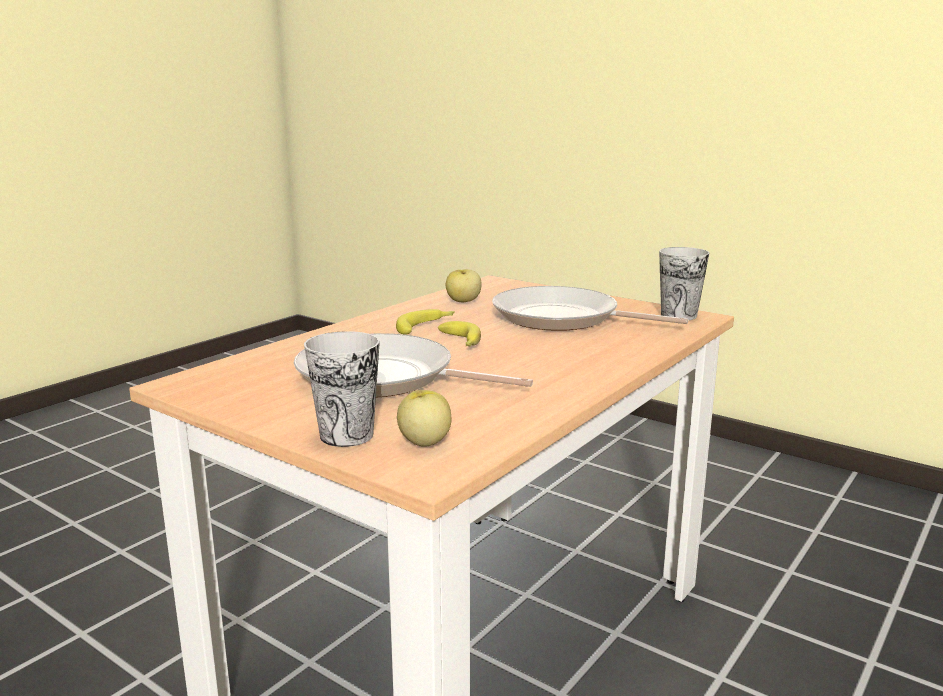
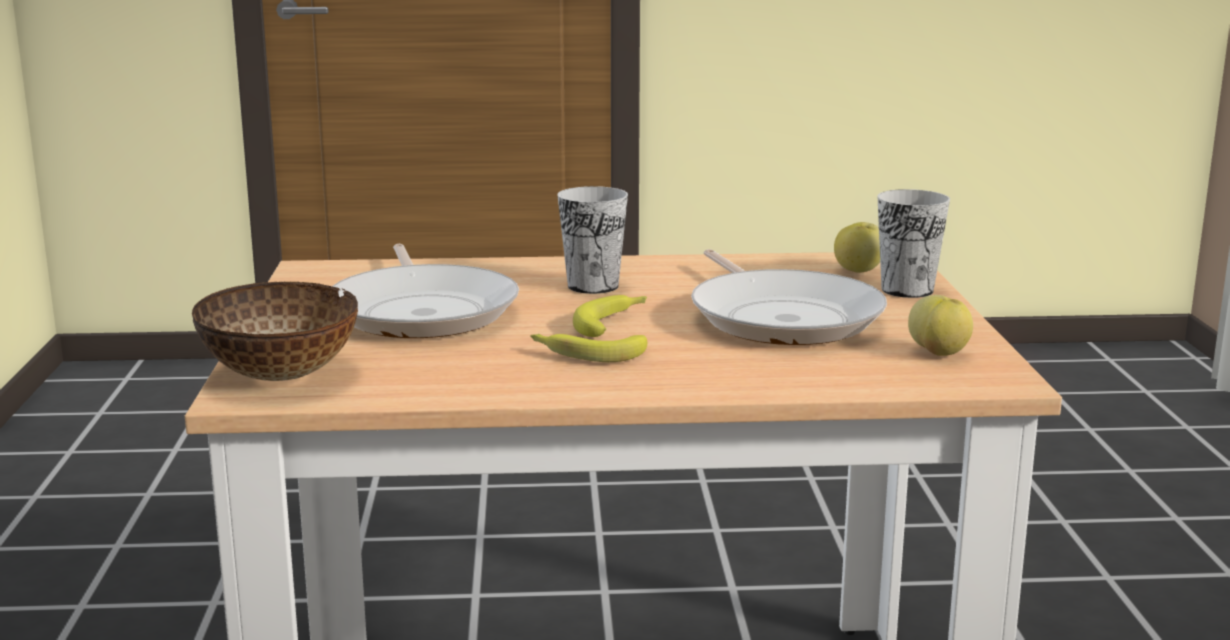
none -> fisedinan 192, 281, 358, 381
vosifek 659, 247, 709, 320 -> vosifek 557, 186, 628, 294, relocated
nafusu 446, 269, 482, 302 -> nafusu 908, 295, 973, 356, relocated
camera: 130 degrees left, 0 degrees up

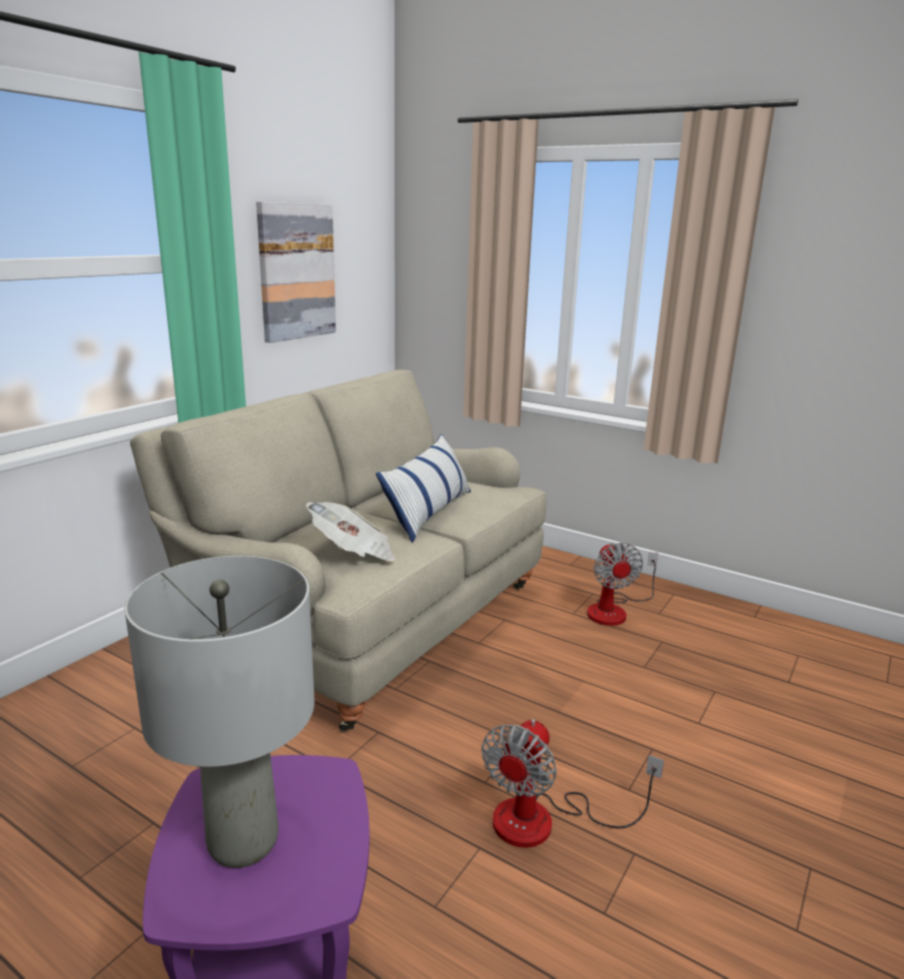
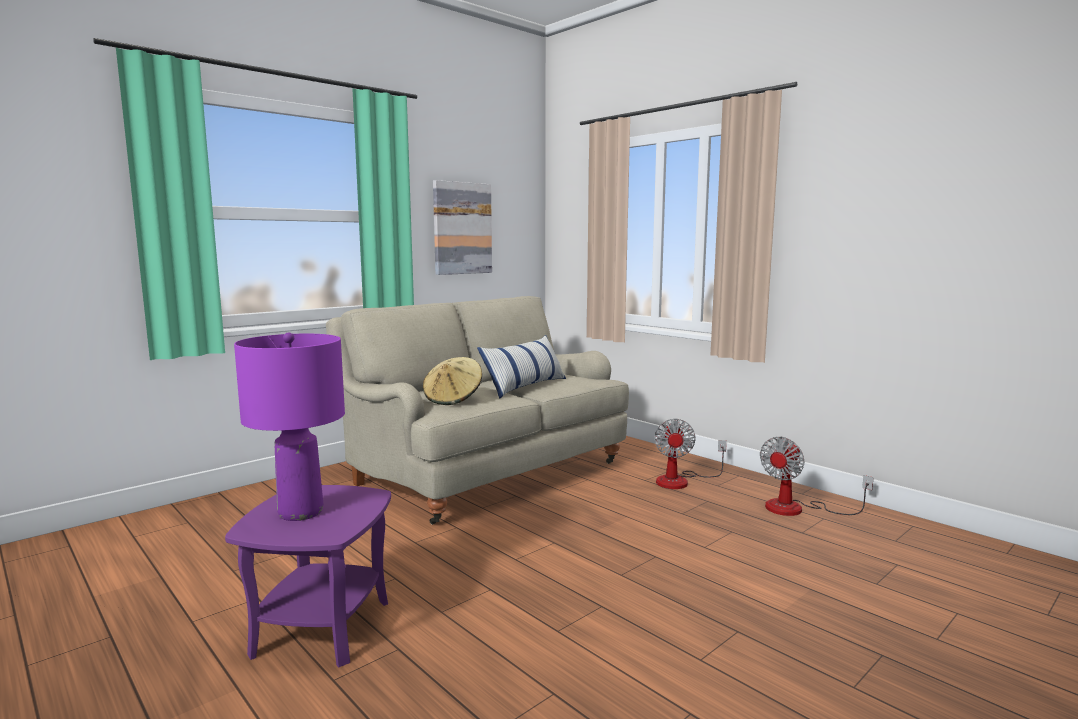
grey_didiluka 125, 556, 314, 868 -> purple_didiluka 234, 333, 345, 521
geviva 306, 502, 396, 562 -> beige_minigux 423, 357, 482, 405
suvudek 481, 719, 664, 848 -> suvudek 760, 437, 874, 516, relocated
camera: 15 degrees right, 10 degrees down

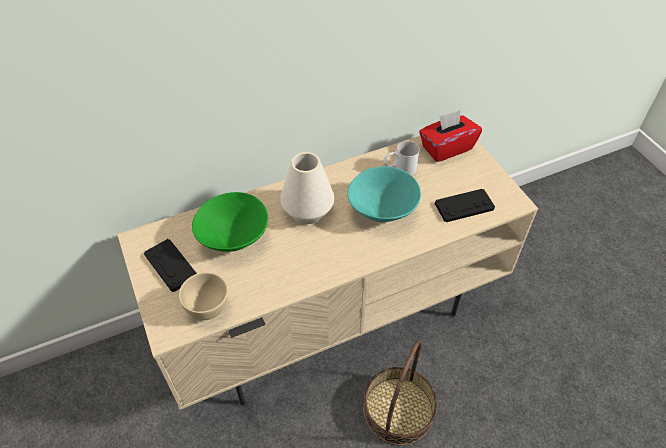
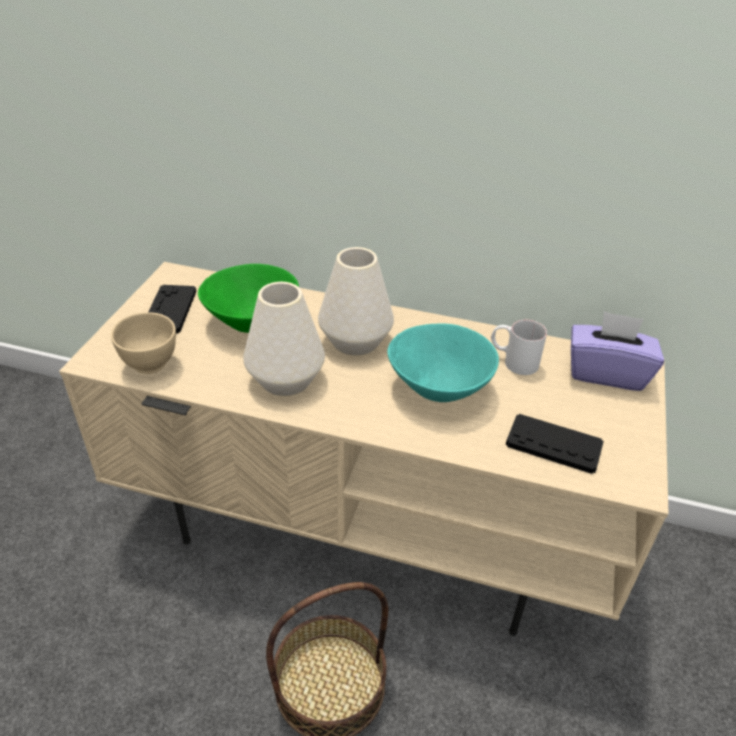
none -> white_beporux 243, 282, 325, 396
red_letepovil 419, 110, 482, 162 -> purple_letepovil 571, 311, 664, 391
camera: 40 degrees right, 10 degrees down

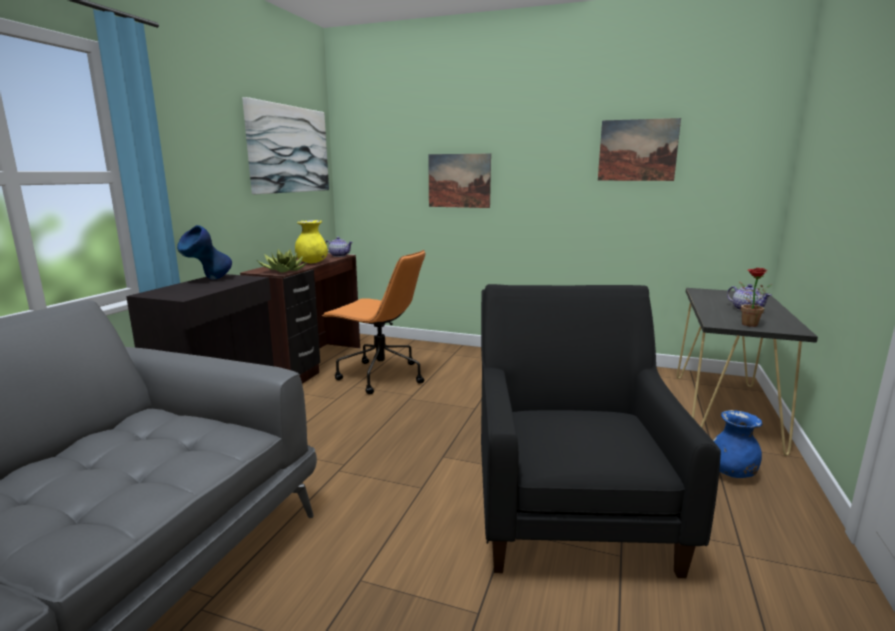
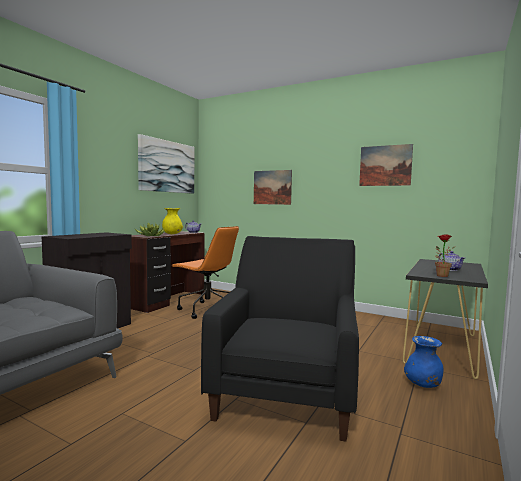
blue_beporux 177, 225, 232, 280 -> none
camera: 10 degrees right, 10 degrees down

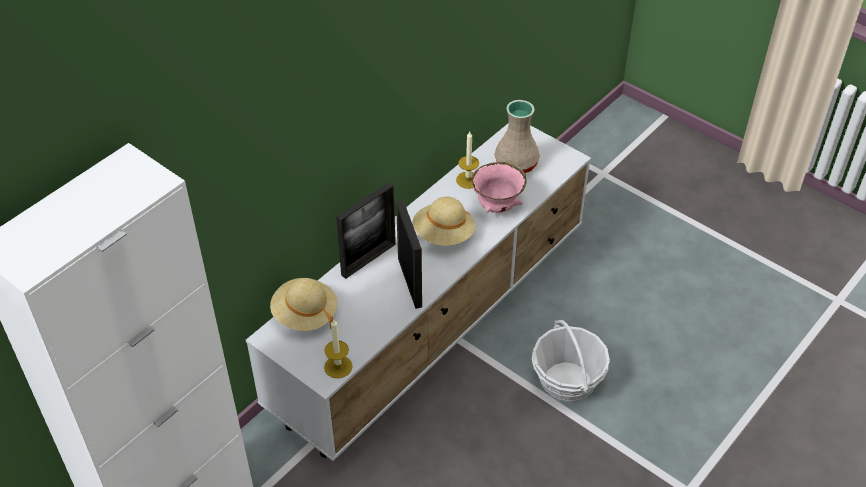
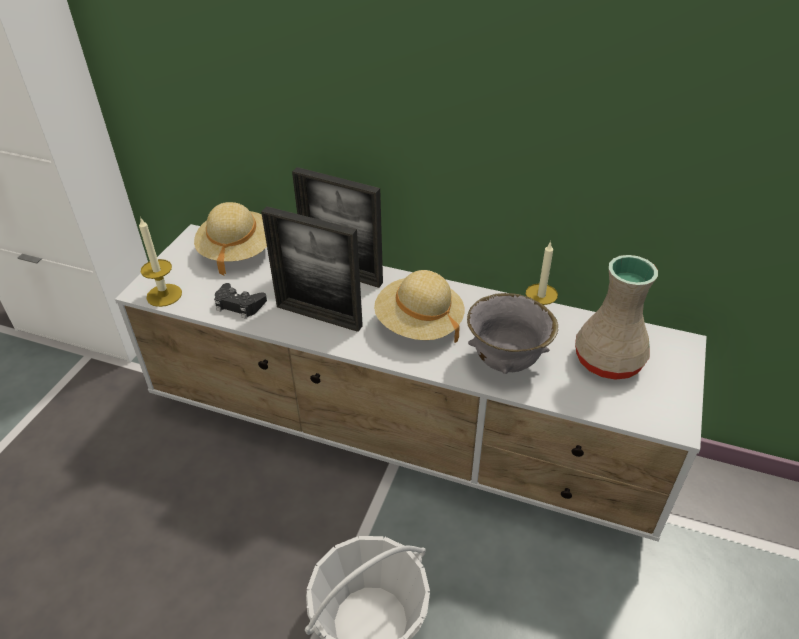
none -> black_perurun 214, 283, 267, 319
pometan 396, 199, 422, 309 -> pometan 261, 206, 363, 332, 60 degrees clockwise
pink_fisedinan 472, 162, 526, 213 -> grey_fisedinan 467, 293, 558, 374
camera: 70 degrees right, 5 degrees down

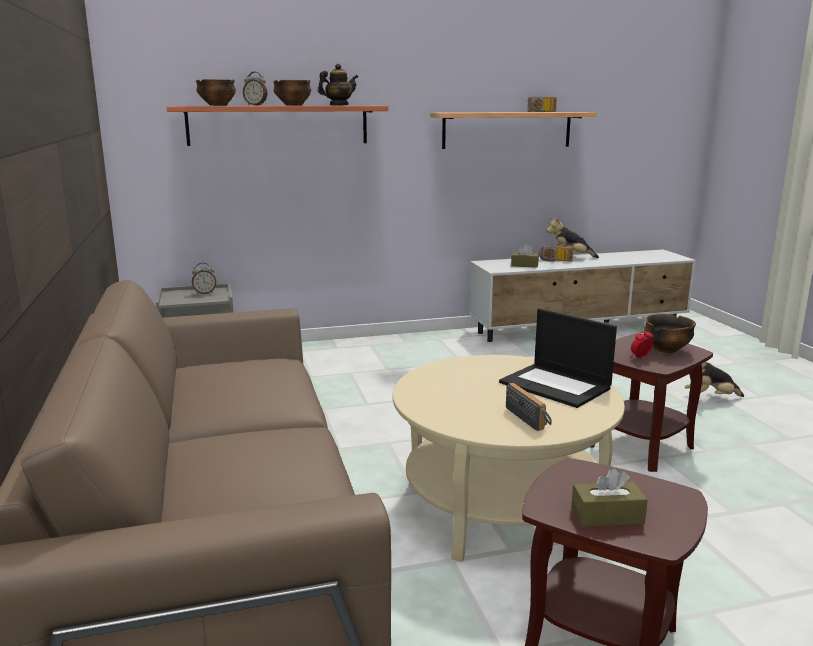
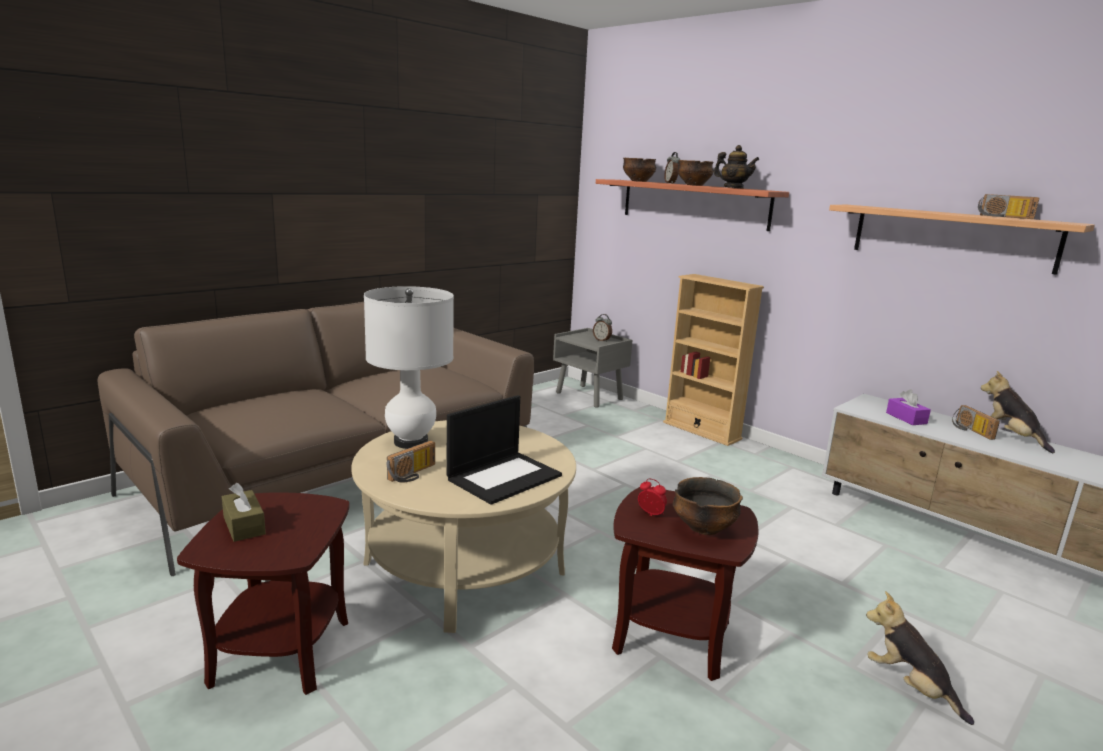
none -> white_didiluka 364, 286, 454, 449
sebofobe 499, 308, 617, 408 -> sebofobe 447, 395, 562, 505, 150 degrees counterclockwise
none -> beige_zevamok 663, 274, 764, 446
brown_letepovil 511, 244, 539, 268 -> purple_letepovil 886, 390, 931, 425
camera: 60 degrees right, 0 degrees up

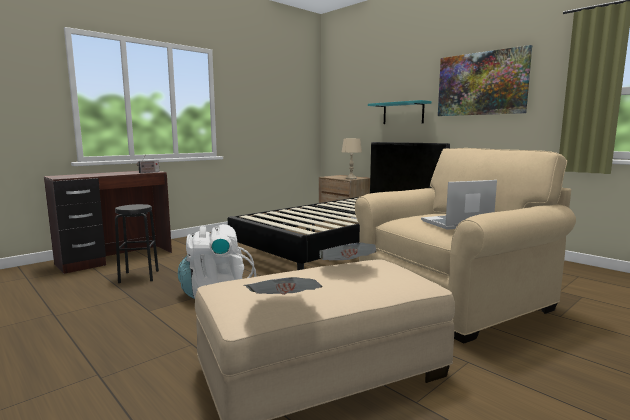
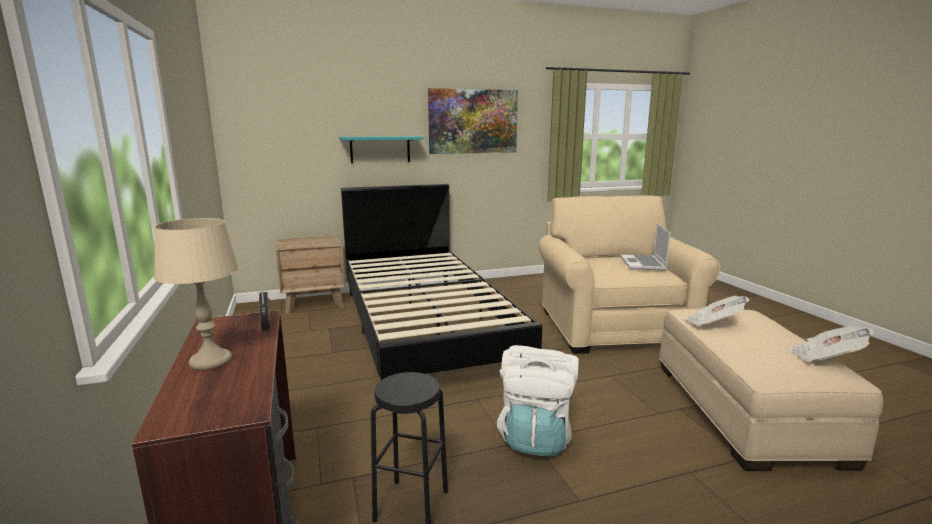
beige_didiluka 342, 138, 362, 179 -> beige_didiluka 154, 218, 239, 370, relocated
camera: 65 degrees left, 5 degrees up

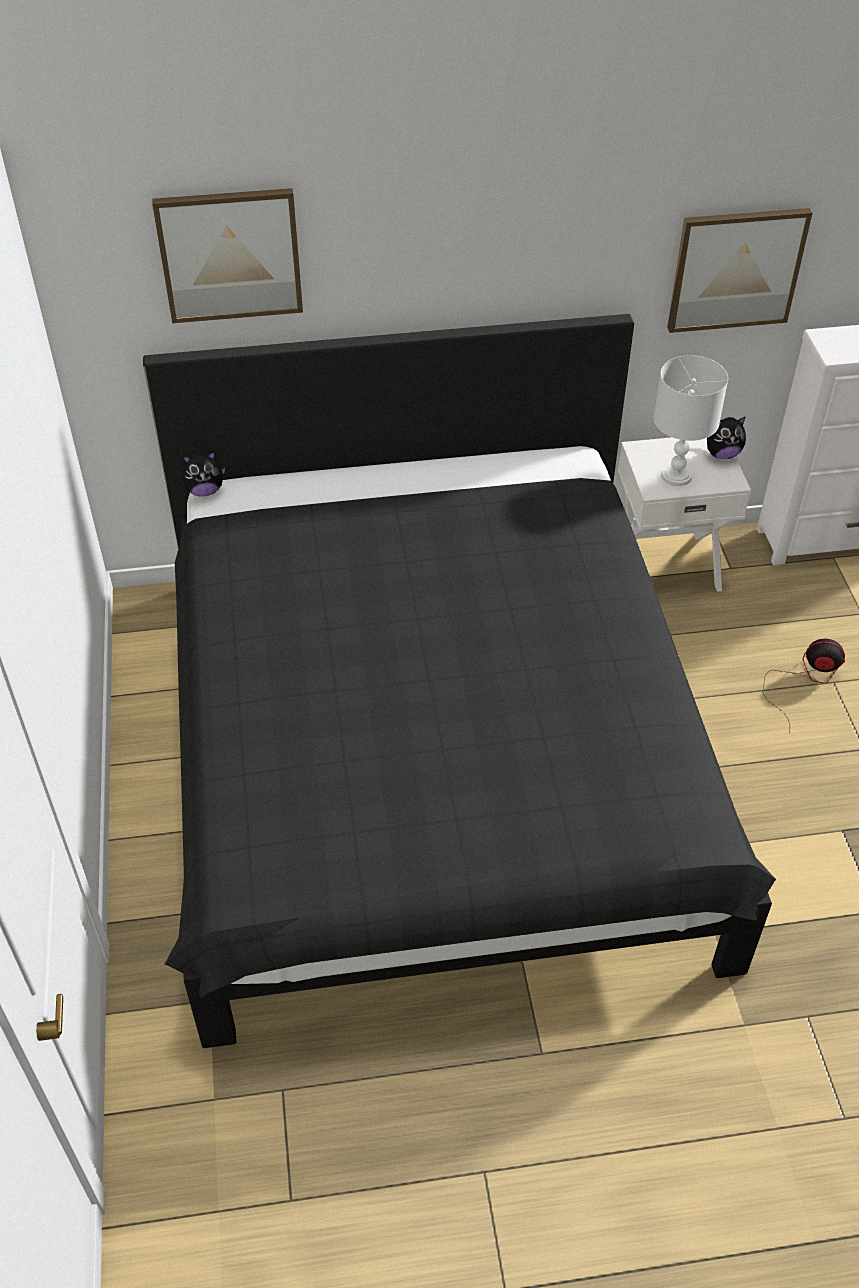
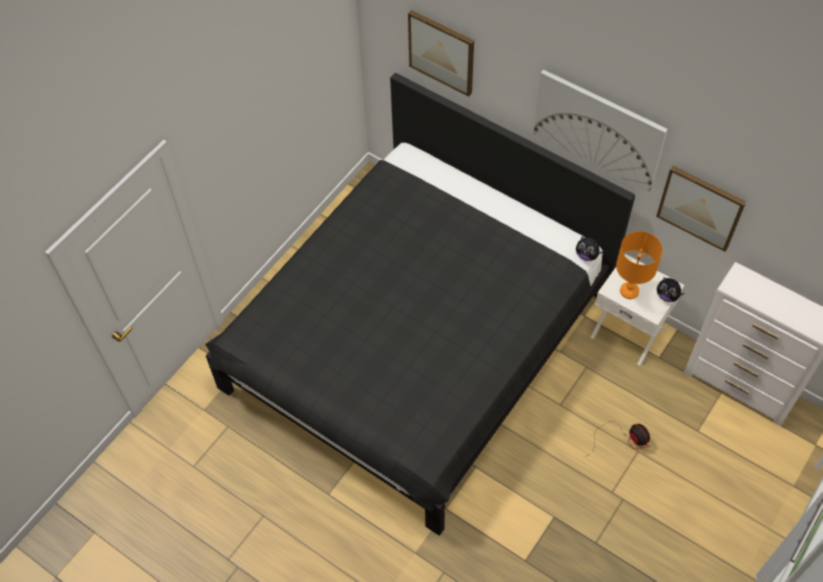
none -> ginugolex 534, 70, 668, 192
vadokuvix 182, 452, 225, 497 -> vadokuvix 576, 236, 603, 261, relocated
white_didiluka 653, 355, 728, 486 -> orange_didiluka 616, 231, 663, 299
camera: 45 degrees right, 10 degrees up

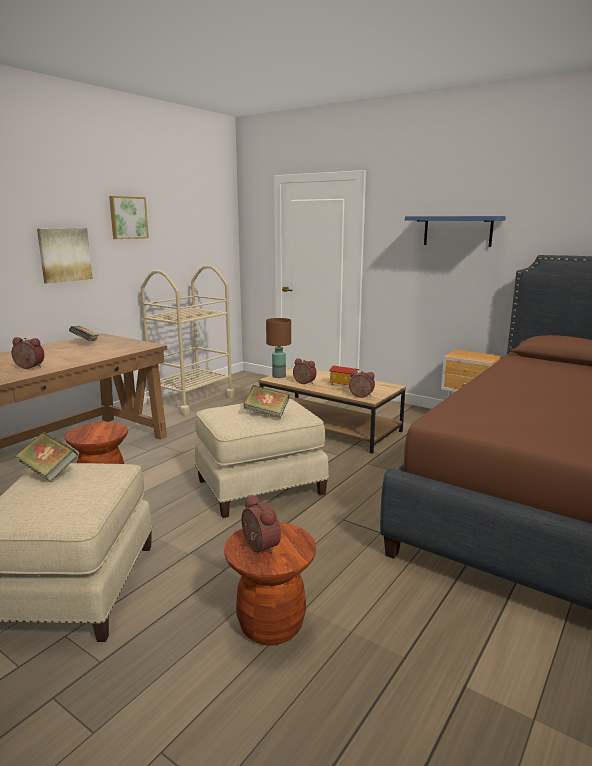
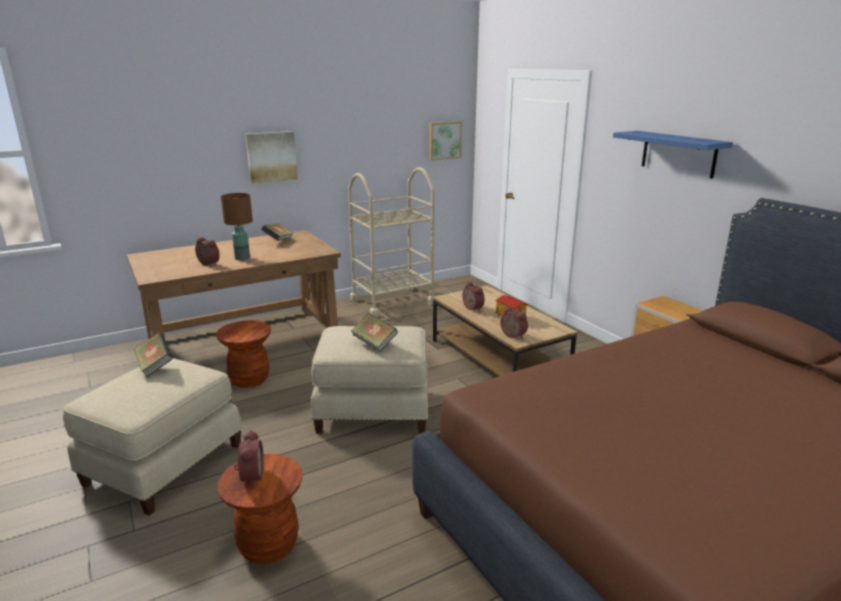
brown_didiluka 266, 318, 291, 378 -> brown_didiluka 221, 193, 253, 260, relocated
ginugolex 109, 196, 149, 239 -> ginugolex 429, 121, 462, 160, relocated
camera: 25 degrees right, 5 degrees up

